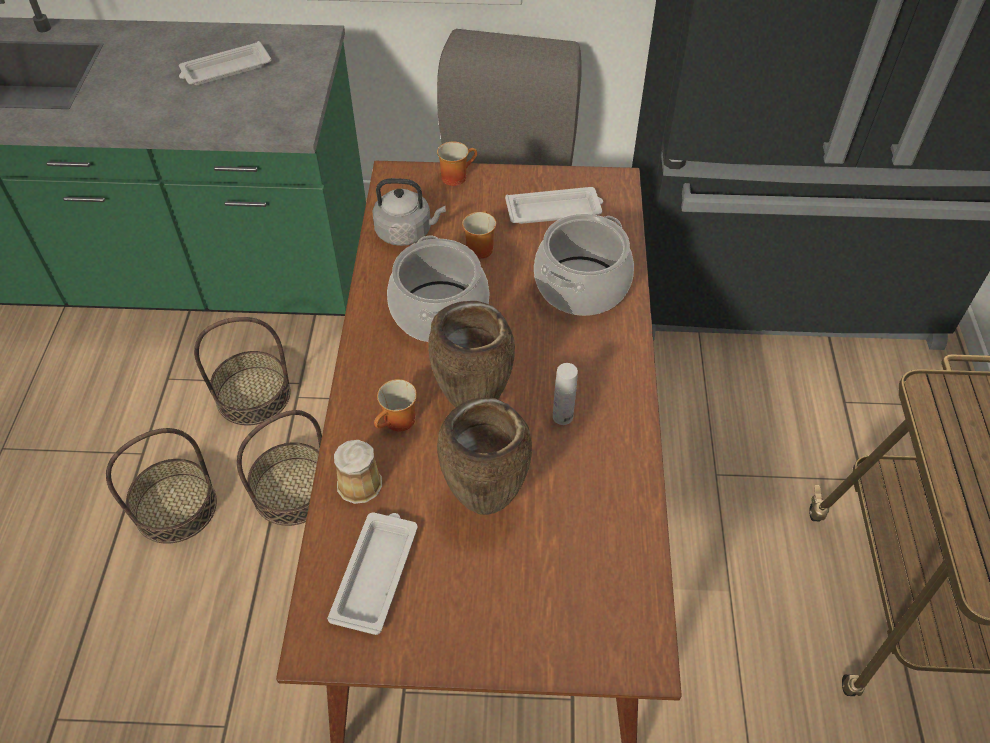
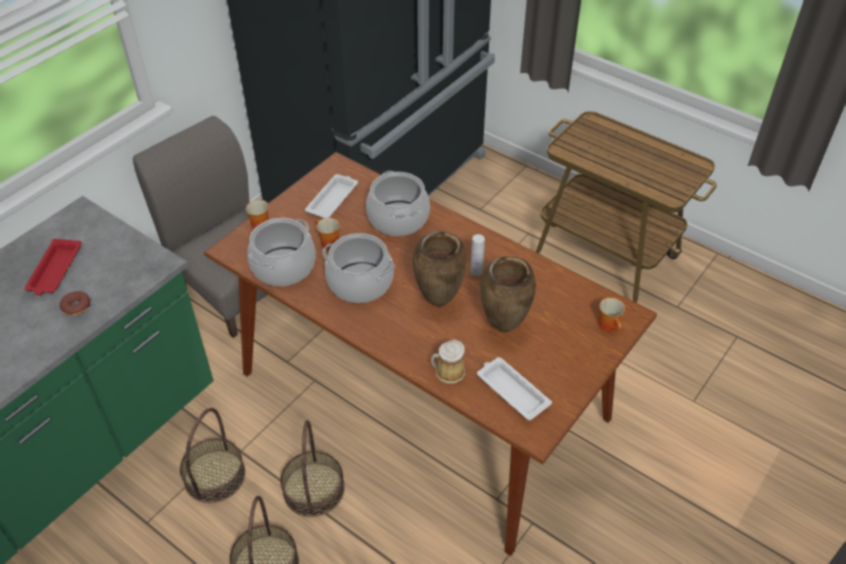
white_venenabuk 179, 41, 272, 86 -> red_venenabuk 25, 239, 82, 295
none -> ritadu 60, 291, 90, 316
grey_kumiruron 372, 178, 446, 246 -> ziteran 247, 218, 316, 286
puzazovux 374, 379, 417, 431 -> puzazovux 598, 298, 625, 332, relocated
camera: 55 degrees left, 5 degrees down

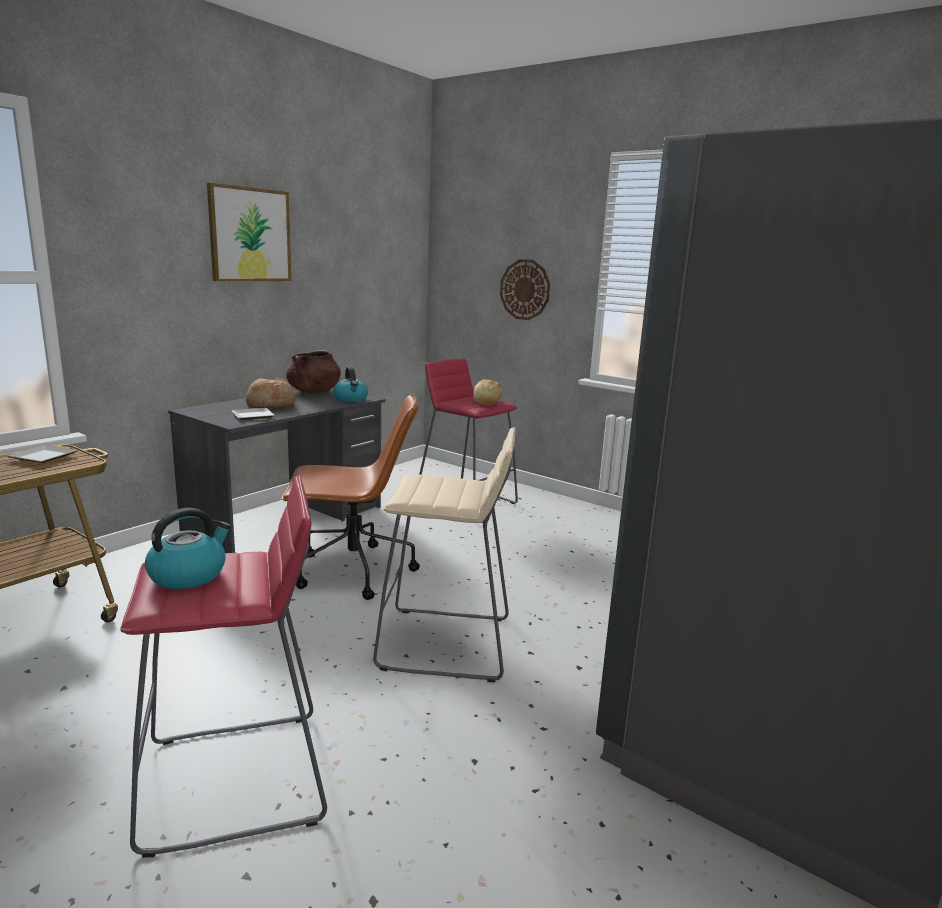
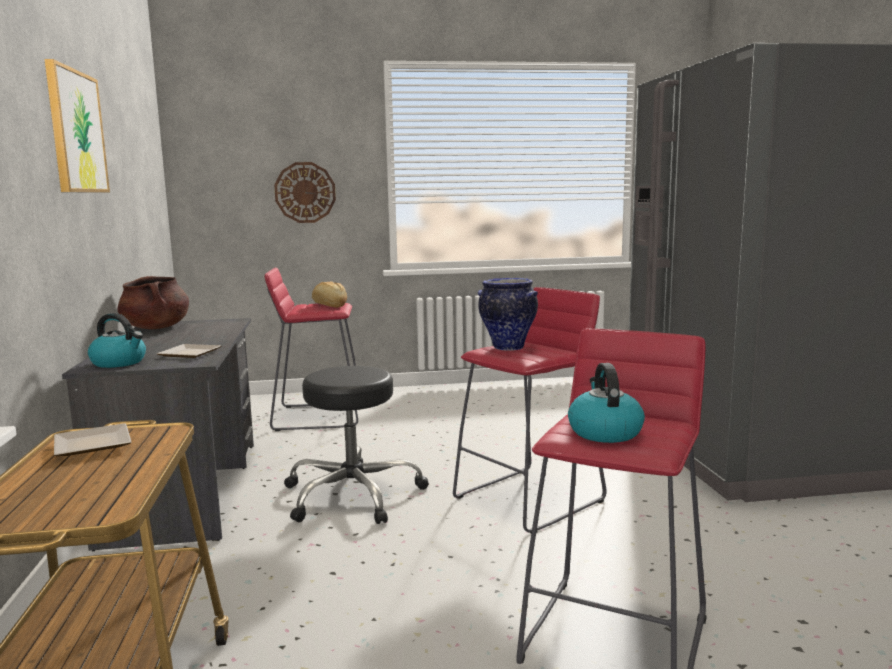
kumiruron 333, 366, 368, 402 -> kumiruron 88, 313, 146, 368, relocated
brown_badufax 281, 394, 420, 600 -> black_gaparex 284, 366, 429, 524
beige_gaparex 373, 427, 516, 683 -> red_gaparex 453, 287, 606, 533
none -> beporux 478, 278, 538, 351
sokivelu 246, 378, 296, 408 -> none
camera: 45 degrees left, 5 degrees down

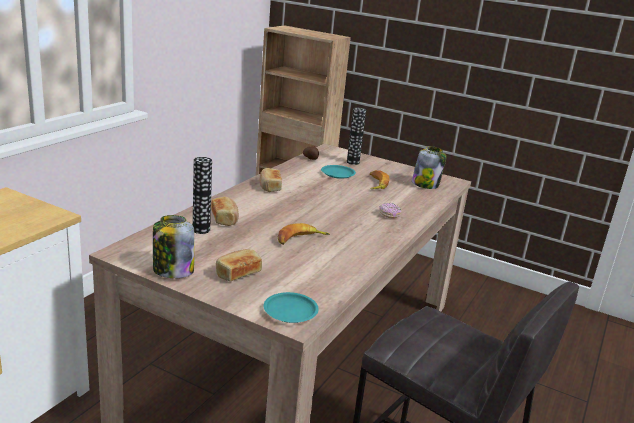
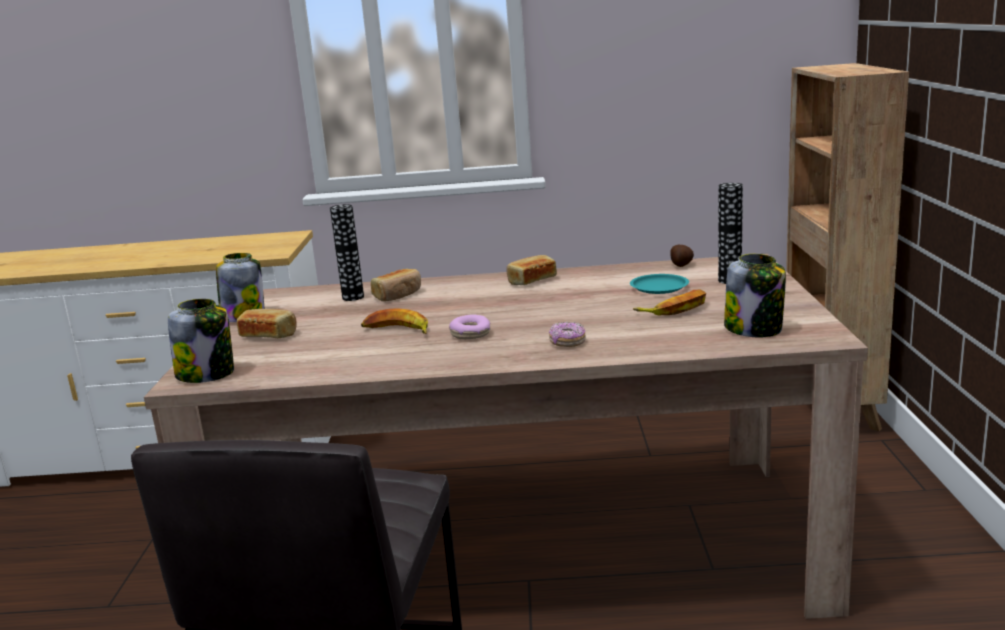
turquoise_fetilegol 264, 292, 319, 323 -> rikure 168, 299, 234, 383
none -> ritadu 449, 315, 491, 339
camera: 65 degrees right, 5 degrees down

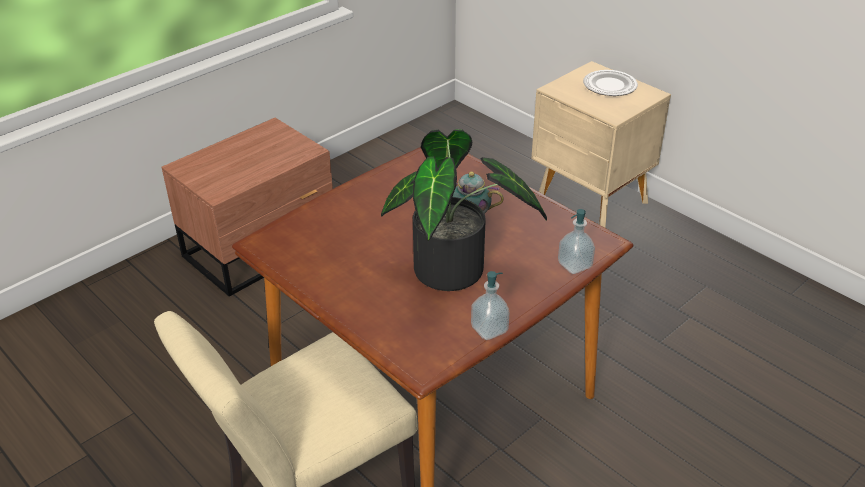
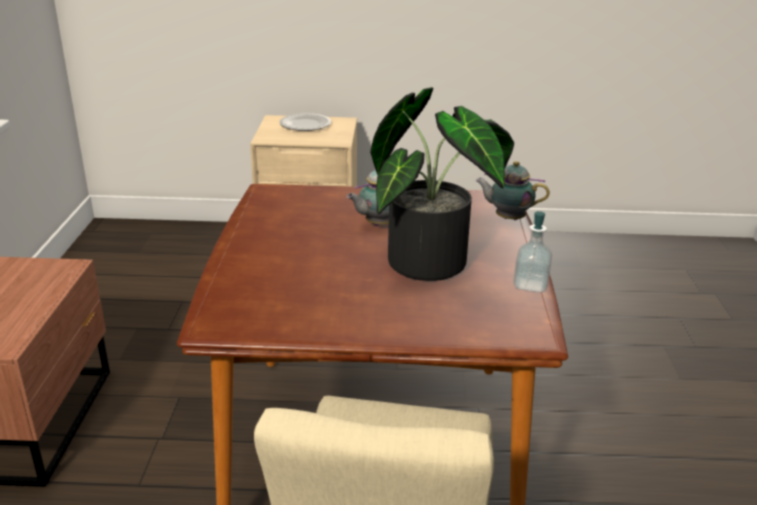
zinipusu 558, 209, 595, 274 -> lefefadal 475, 161, 550, 220
camera: 45 degrees left, 10 degrees down

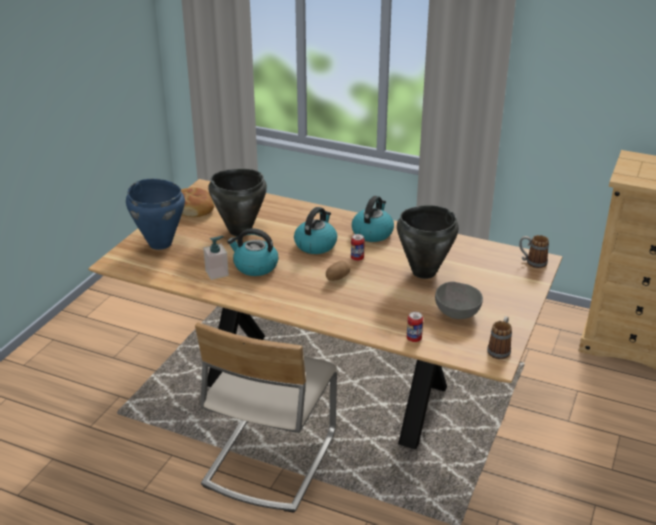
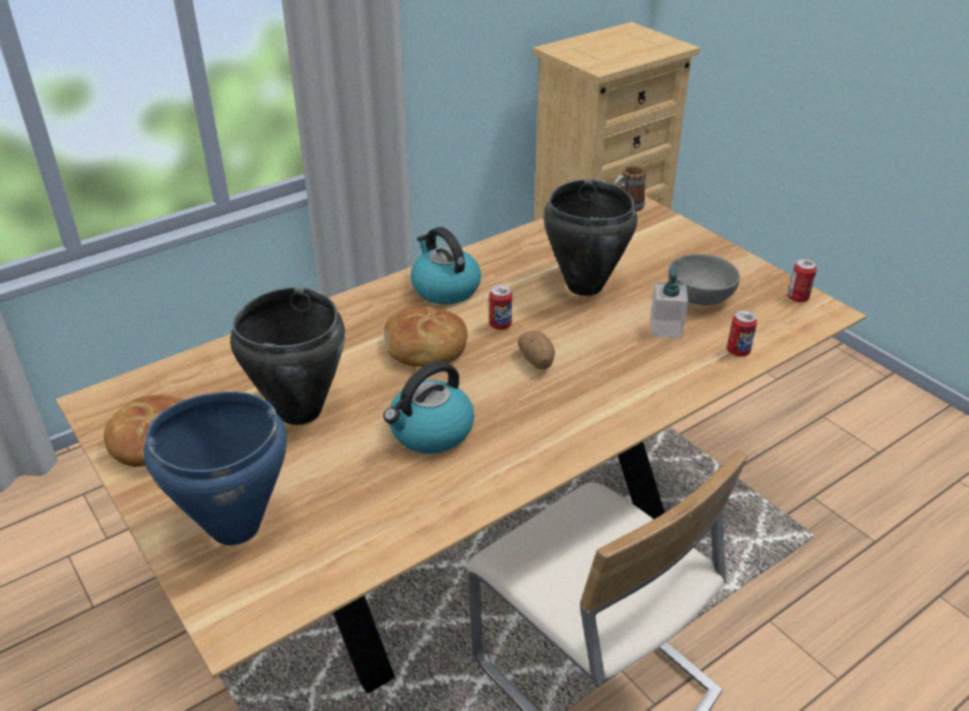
kumiruron 294, 207, 337, 254 -> sokivelu 384, 307, 467, 367
zinipusu 203, 236, 229, 280 -> zinipusu 650, 264, 688, 339, relocated
puzazovux 487, 316, 512, 359 -> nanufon 787, 259, 817, 302
camera: 60 degrees left, 5 degrees up

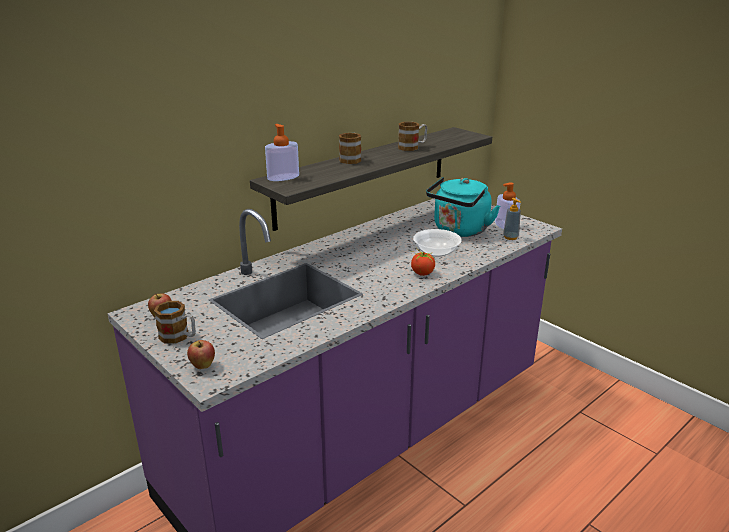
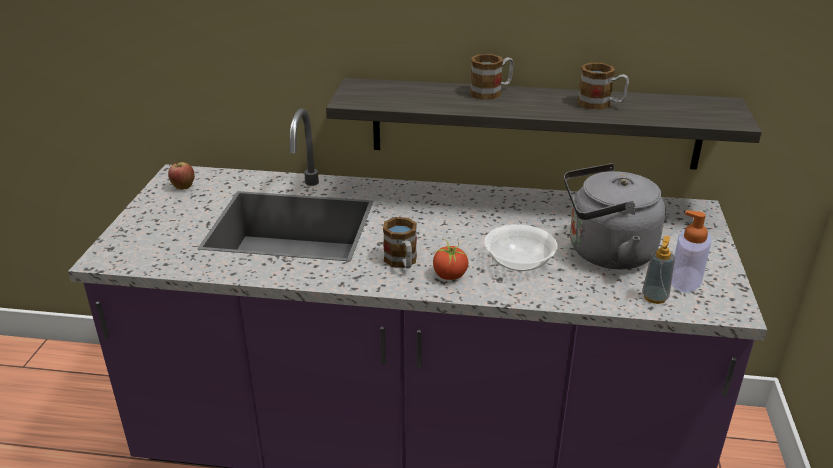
puzazovux 154, 301, 196, 344 -> puzazovux 383, 217, 417, 269, relocated
turquoise_kumiruron 426, 177, 500, 237 -> grey_kumiruron 564, 163, 666, 270
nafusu 187, 340, 215, 369 -> none
zinipusu 265, 124, 299, 181 -> none
camera: 50 degrees right, 5 degrees up

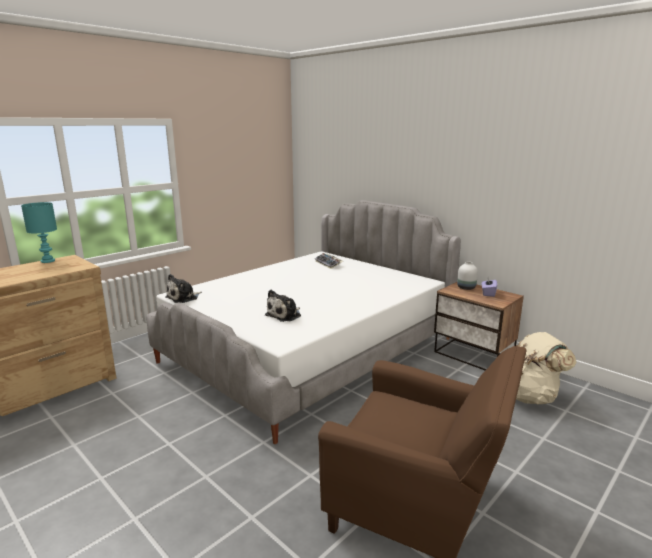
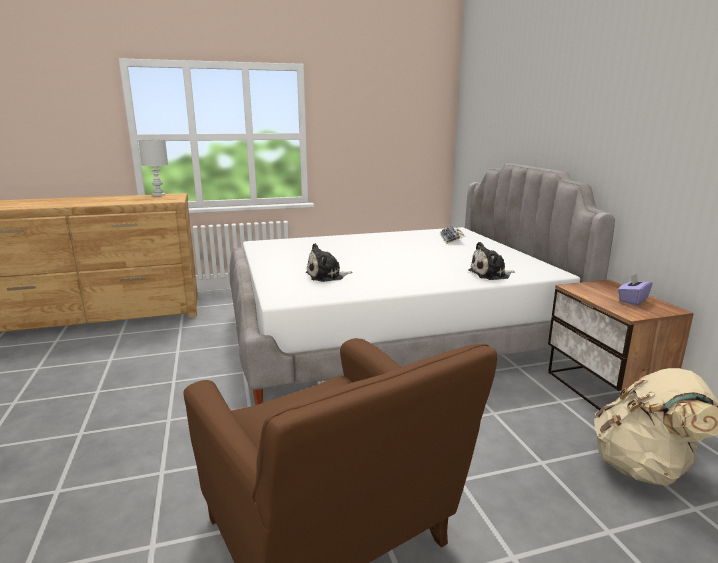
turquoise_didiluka 21, 202, 57, 263 -> white_didiluka 138, 139, 168, 196
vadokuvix 165, 274, 202, 303 -> vadokuvix 468, 242, 515, 280, relocated
white_beporux 457, 262, 478, 290 -> none
camera: 30 degrees right, 0 degrees up

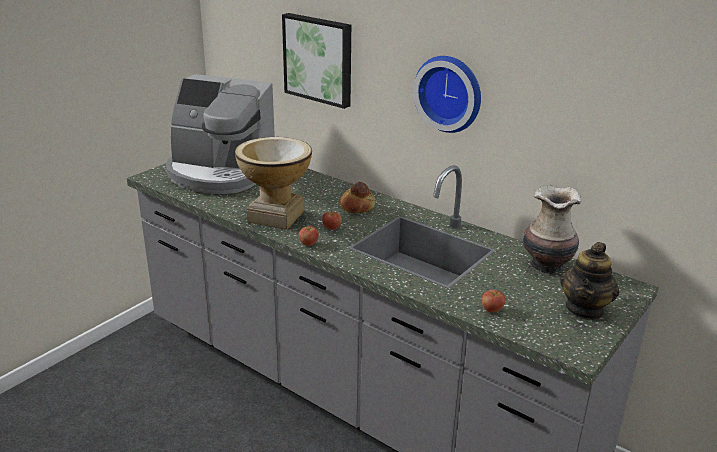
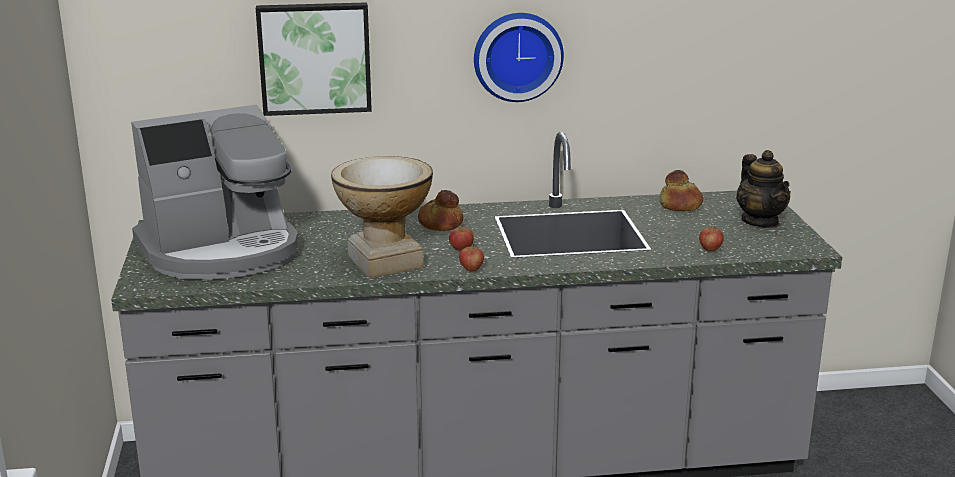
beporux 523, 185, 581, 275 -> sokivelu 659, 170, 703, 211
camera: 45 degrees left, 5 degrees down

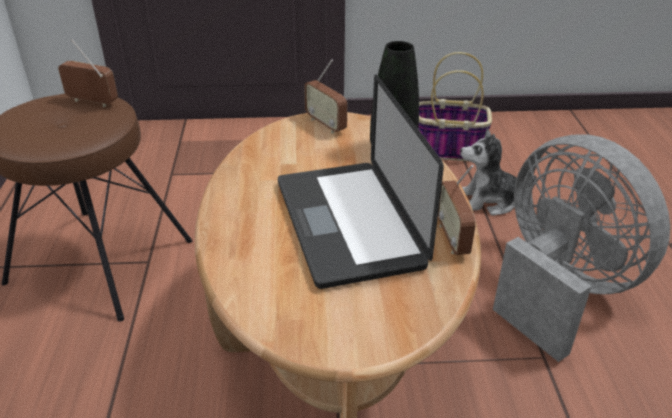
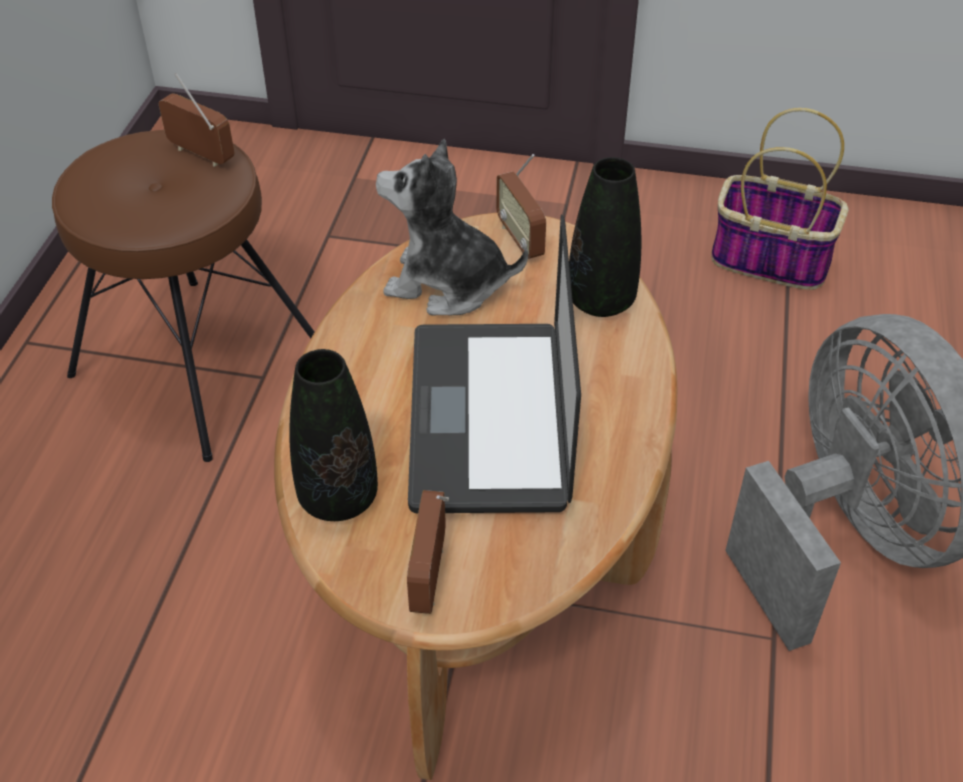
none -> black_beporux 289, 349, 378, 521
vadokuvix 460, 128, 537, 216 -> vadokuvix 376, 139, 528, 316, relocated
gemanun 438, 165, 476, 255 -> gemanun 407, 490, 449, 614, relocated
camera: 15 degrees right, 10 degrees up

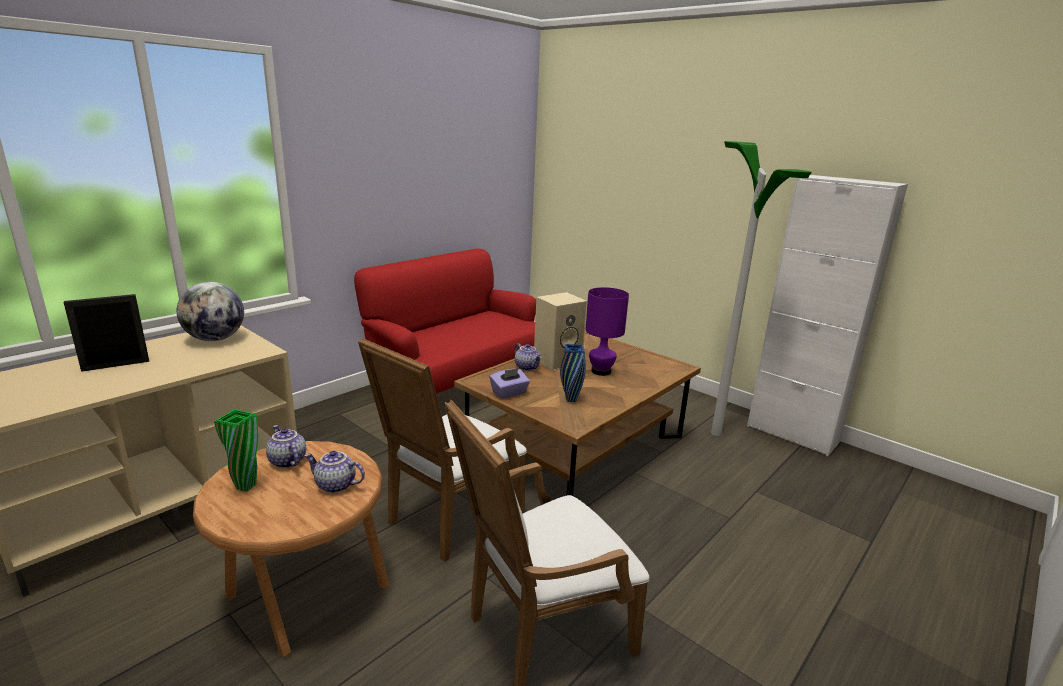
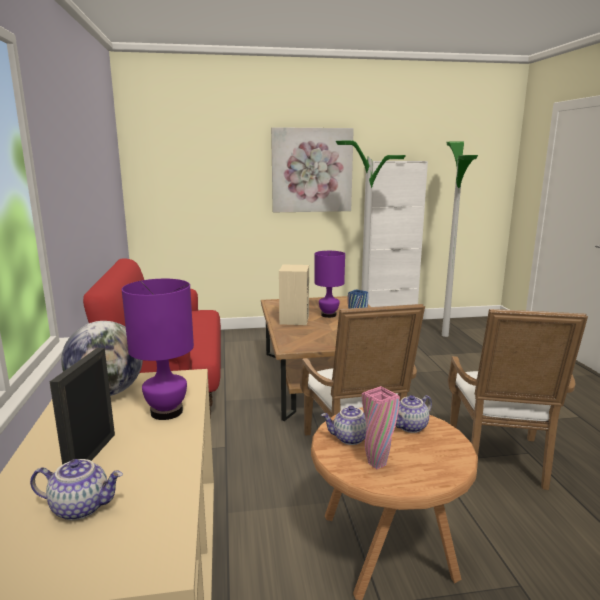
lefefadal 515, 343, 541, 371 -> lefefadal 30, 459, 123, 521, relocated
none -> purple_didiluka 122, 279, 194, 420
none -> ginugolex 271, 127, 354, 212
green_beporux 214, 409, 258, 491 -> pink_beporux 362, 386, 400, 469
none -> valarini 442, 142, 478, 337
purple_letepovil 490, 368, 530, 399 -> none
camera: 50 degrees left, 5 degrees down

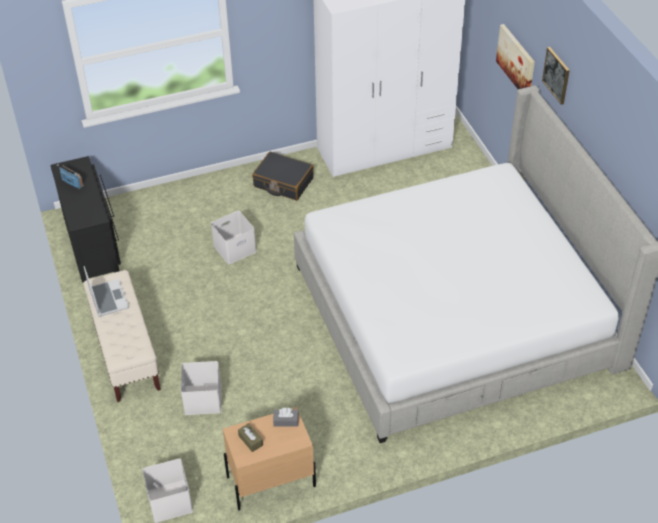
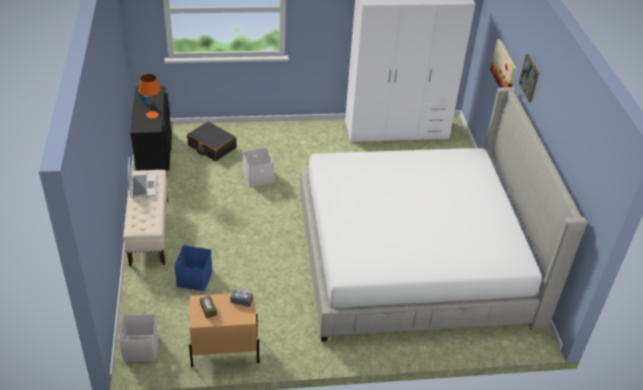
none -> orange_didiluka 139, 74, 160, 118
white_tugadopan 181, 361, 221, 415 -> blue_tugadopan 174, 245, 213, 291
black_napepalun 252, 152, 314, 200 -> black_napepalun 187, 121, 237, 161, relocated
camera: 10 degrees right, 5 degrees down

